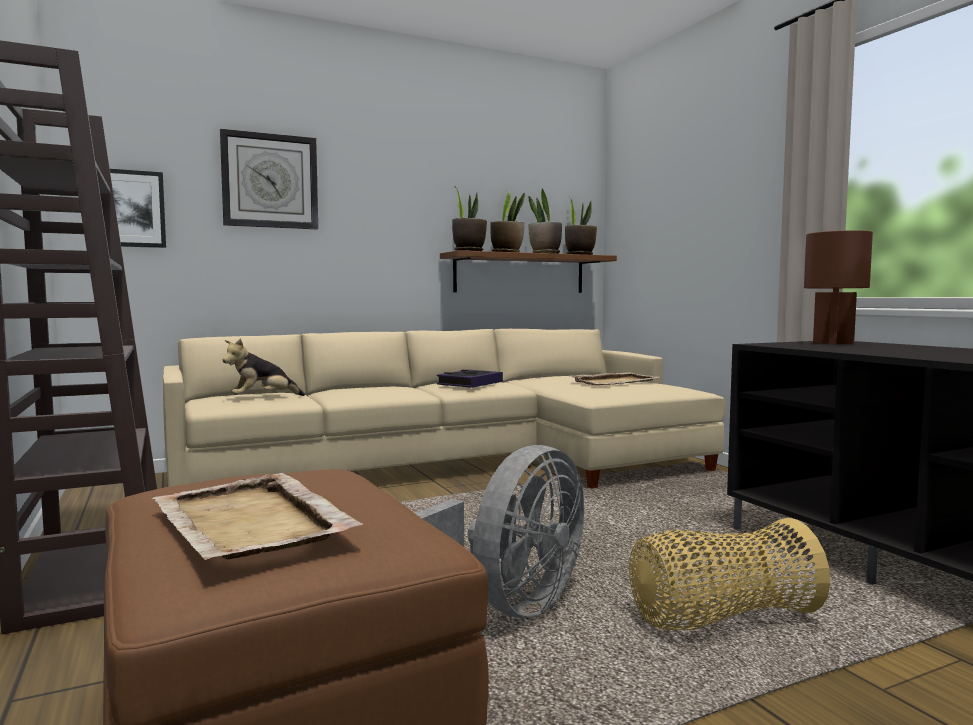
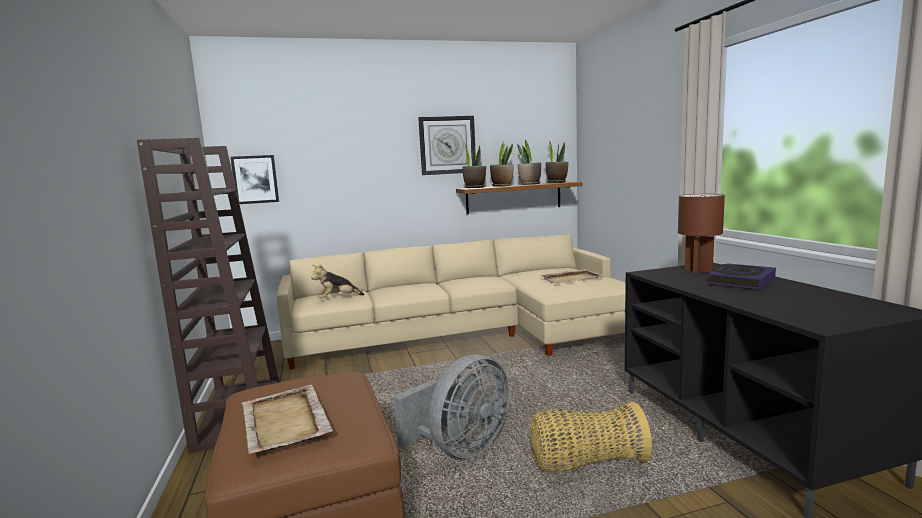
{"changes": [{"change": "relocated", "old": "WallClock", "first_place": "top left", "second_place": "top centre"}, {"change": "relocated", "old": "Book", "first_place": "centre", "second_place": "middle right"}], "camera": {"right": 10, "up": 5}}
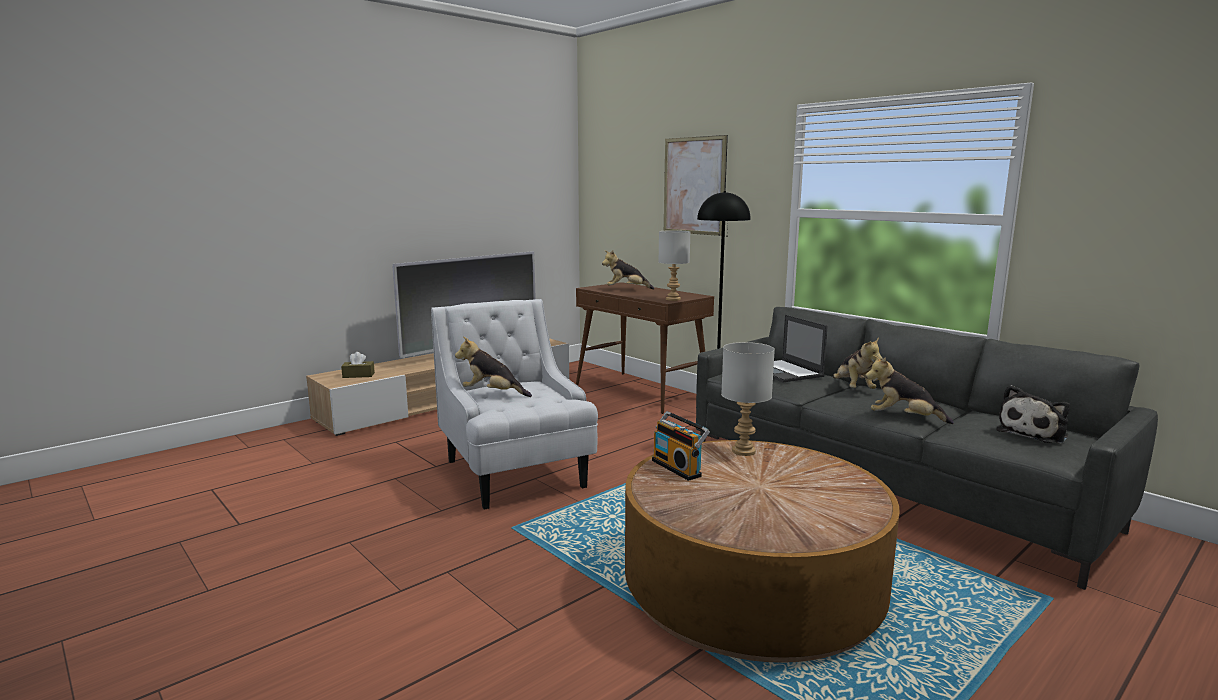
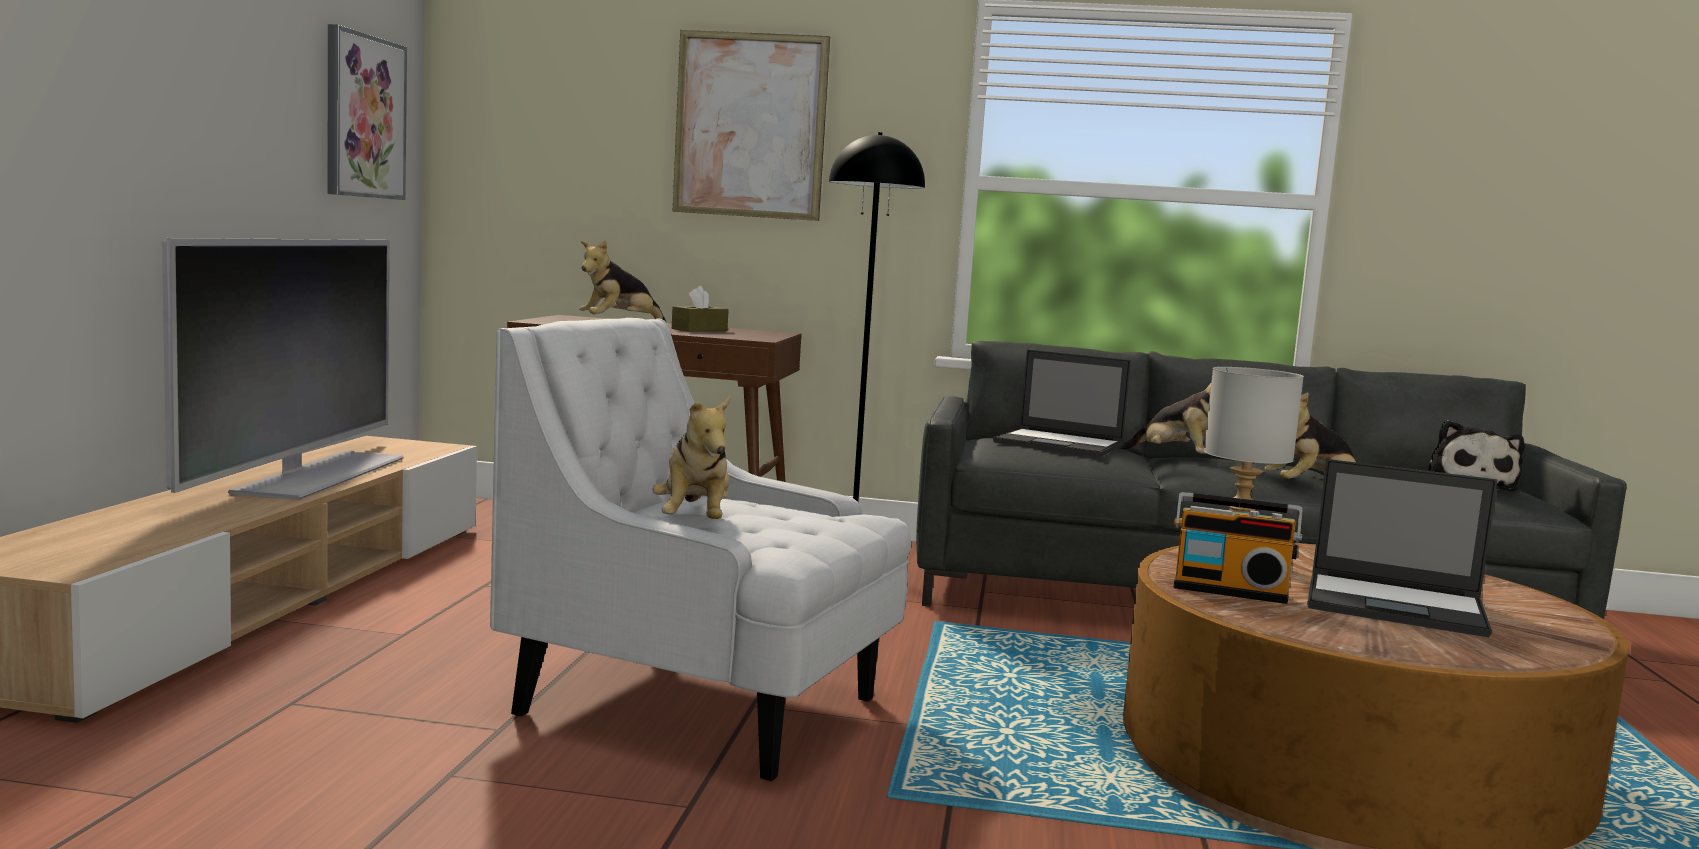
{"changes": [{"change": "missing", "old": "GreyTableLamp (no. 1 from left)", "first_place": "centre"}, {"change": "spun", "old": "PlushToy (no. 1 from left in the first image)", "first_place": "centre", "second_place": "centre", "degrees": -75}, {"change": "relocated", "old": "BrownTissueBox", "first_place": "middle left", "second_place": "centre"}, {"change": "appeared", "new": "Picture (no. 1 from left)", "second_place": "top left"}, {"change": "appeared", "new": "Laptop (no. 2 from left)", "second_place": "middle right"}], "camera": {"right": -40, "up": -5}}
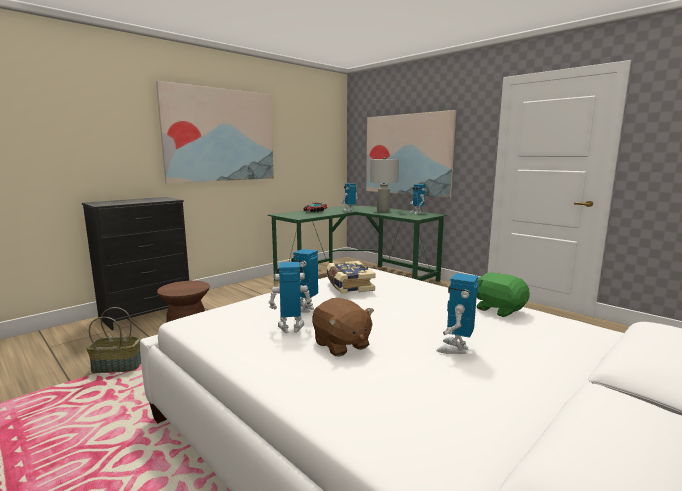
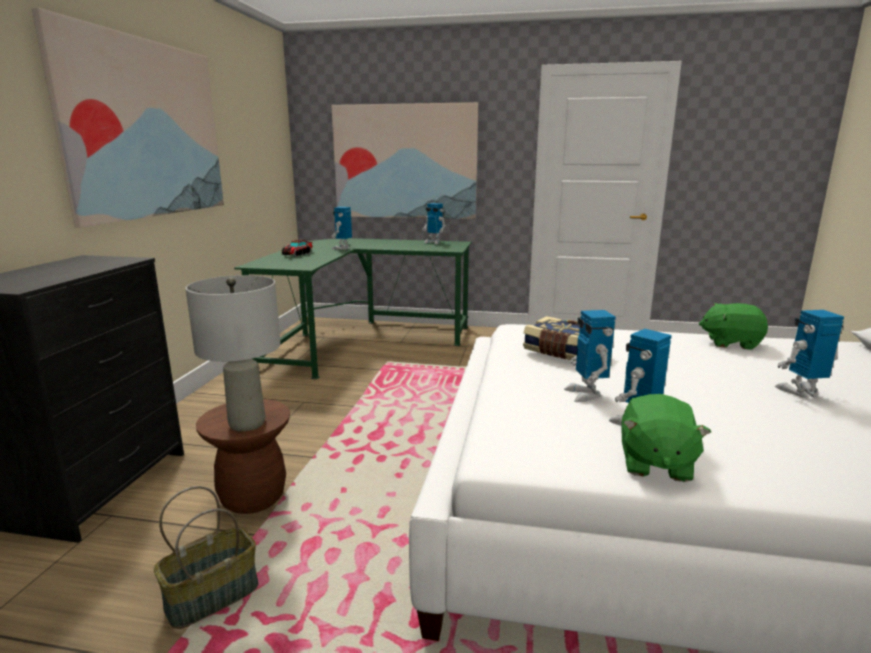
{"changes": [{"change": "relocated", "old": "GreyTableLamp", "first_place": "centre", "second_place": "middle left"}, {"change": "spun", "old": "ToyRobot (no. 5 from left)", "first_place": "middle right", "second_place": "middle right", "degrees": 90}, {"change": "missing", "old": "BrownPlushToy", "first_place": "centre"}, {"change": "appeared", "new": "GreenPlushToy (no. 1 from left)", "second_place": "bottom right"}], "camera": {"right": -35, "up": 5}}
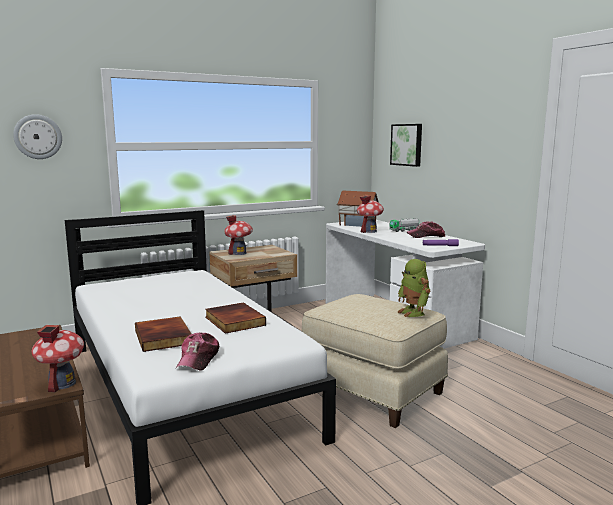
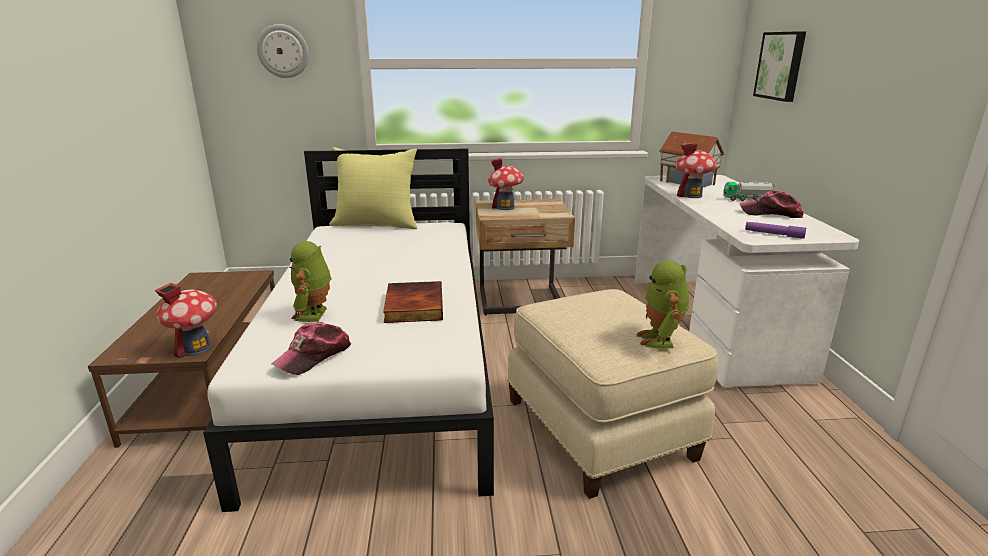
{"changes": [{"change": "exchanged", "old": "Book (no. 1 from left)", "new": "ToyRobot (no. 1 from left)", "first_place": "middle left", "second_place": "middle left"}, {"change": "appeared", "new": "YellowPillow", "second_place": "centre"}], "camera": {"right": 25, "up": 10}}
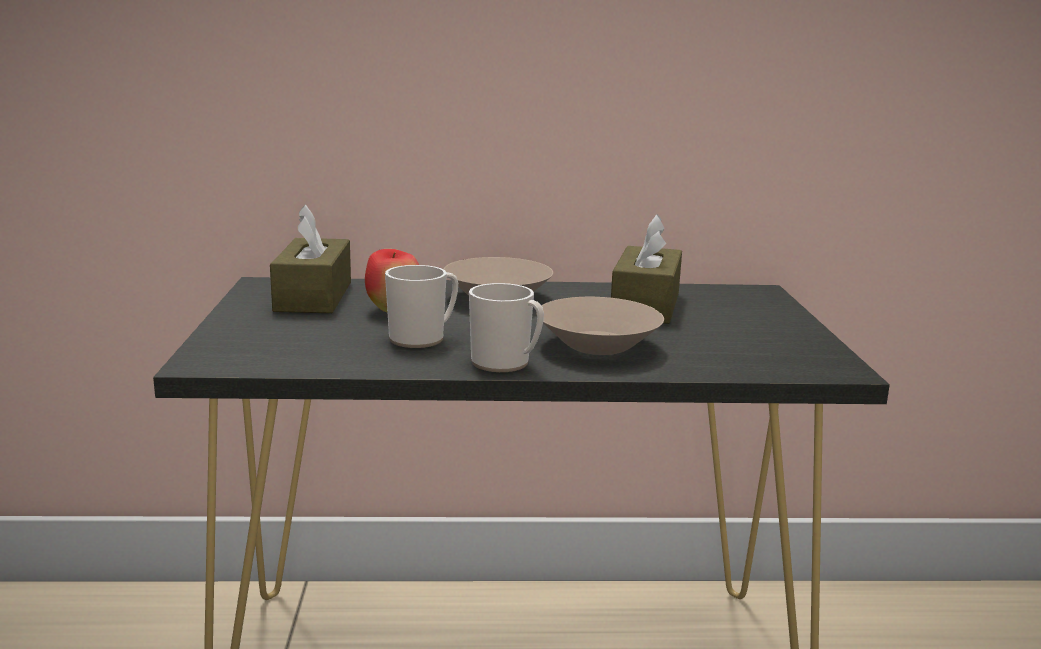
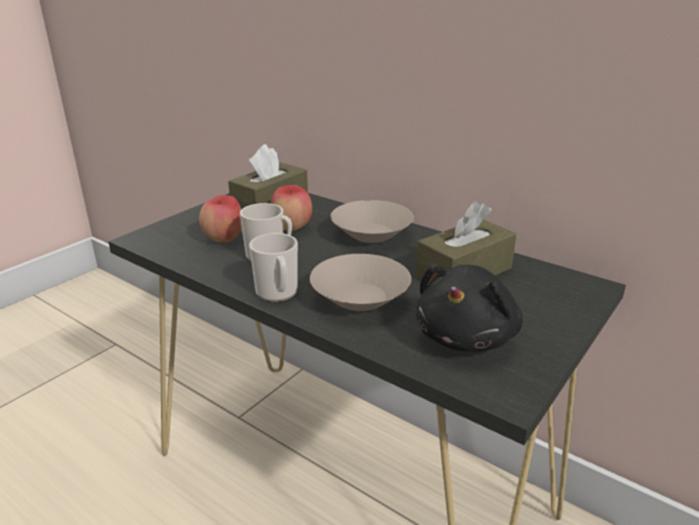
{"changes": [{"change": "appeared", "new": "Apple (no. 1 from left)", "second_place": "middle left"}, {"change": "appeared", "new": "BlackPlushToy", "second_place": "middle right"}], "camera": {"right": 40, "up": 10}}
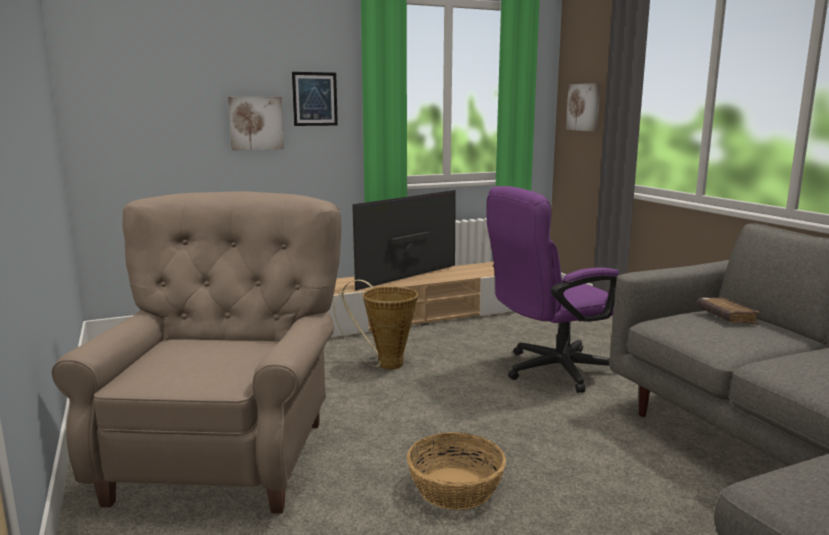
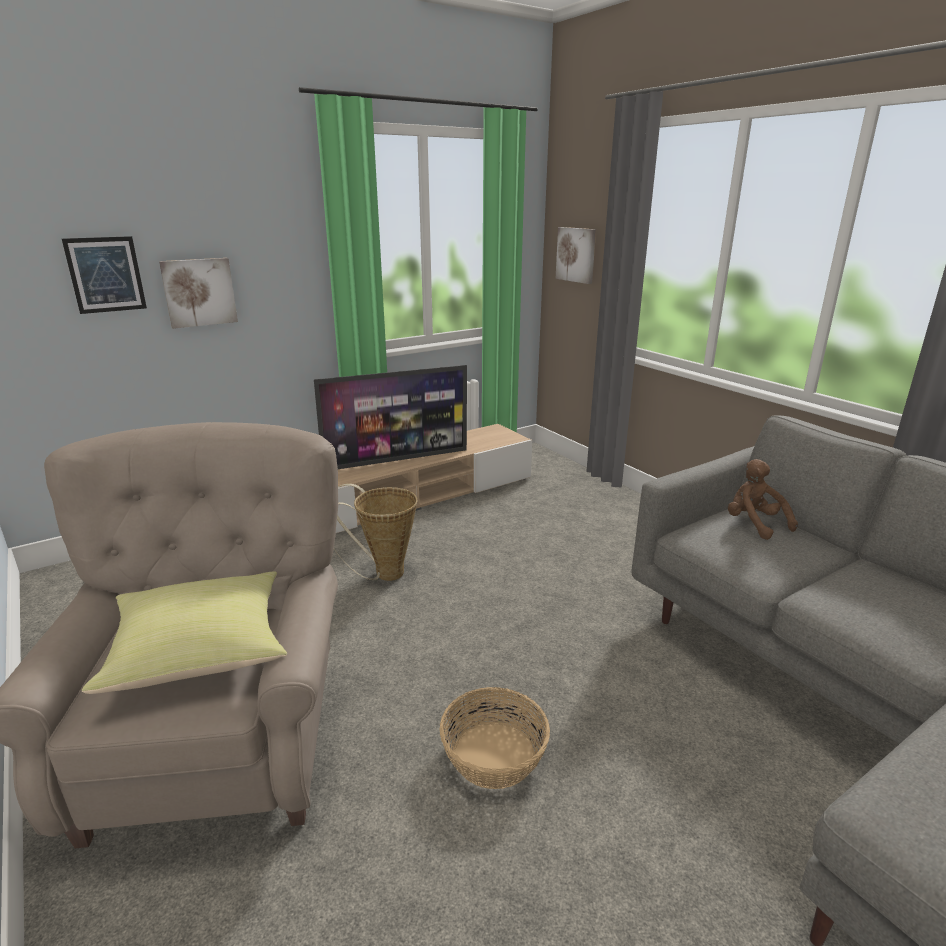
{"changes": [{"change": "relocated", "old": "Picture (no. 2 from left in the first image)", "new": "Picture (no. 1 from left)", "first_place": "top centre", "second_place": "top left"}, {"change": "missing", "old": "PurpleOfficeChair", "first_place": "middle right"}, {"change": "spun", "old": "Television", "first_place": "centre", "second_place": "centre", "degrees": -150}, {"change": "exchanged", "old": "BrownBook", "new": "BrownPlushToy", "first_place": "middle right", "second_place": "middle right"}, {"change": "appeared", "new": "YellowPillow", "second_place": "bottom left"}], "camera": {"right": -10, "up": 10}}
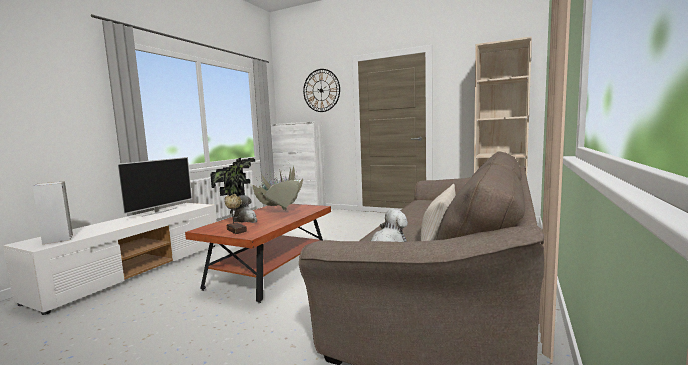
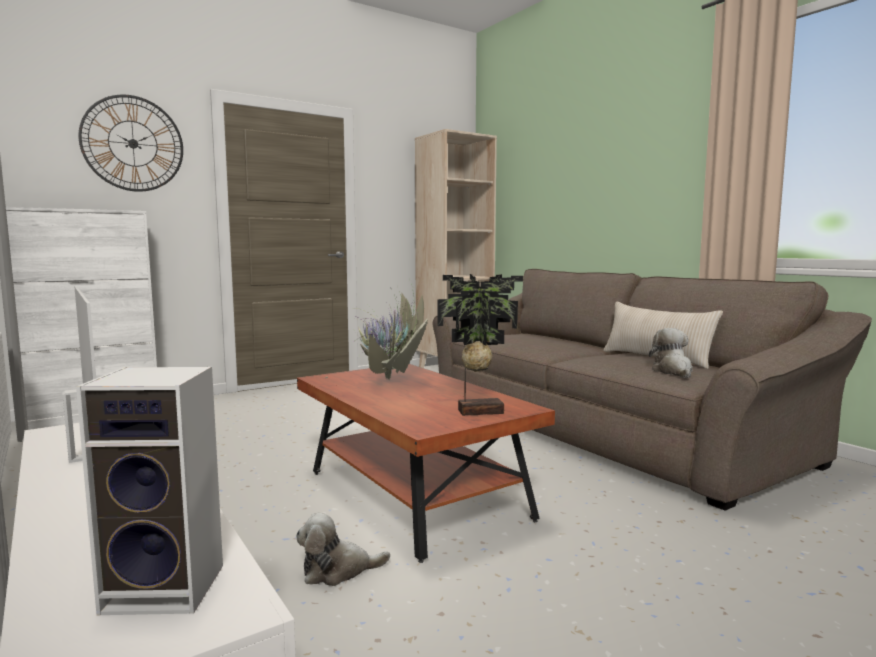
{"changes": [{"change": "relocated", "old": "PlushToy (no. 1 from left)", "first_place": "centre", "second_place": "bottom centre"}], "camera": {"right": -60, "up": 0}}
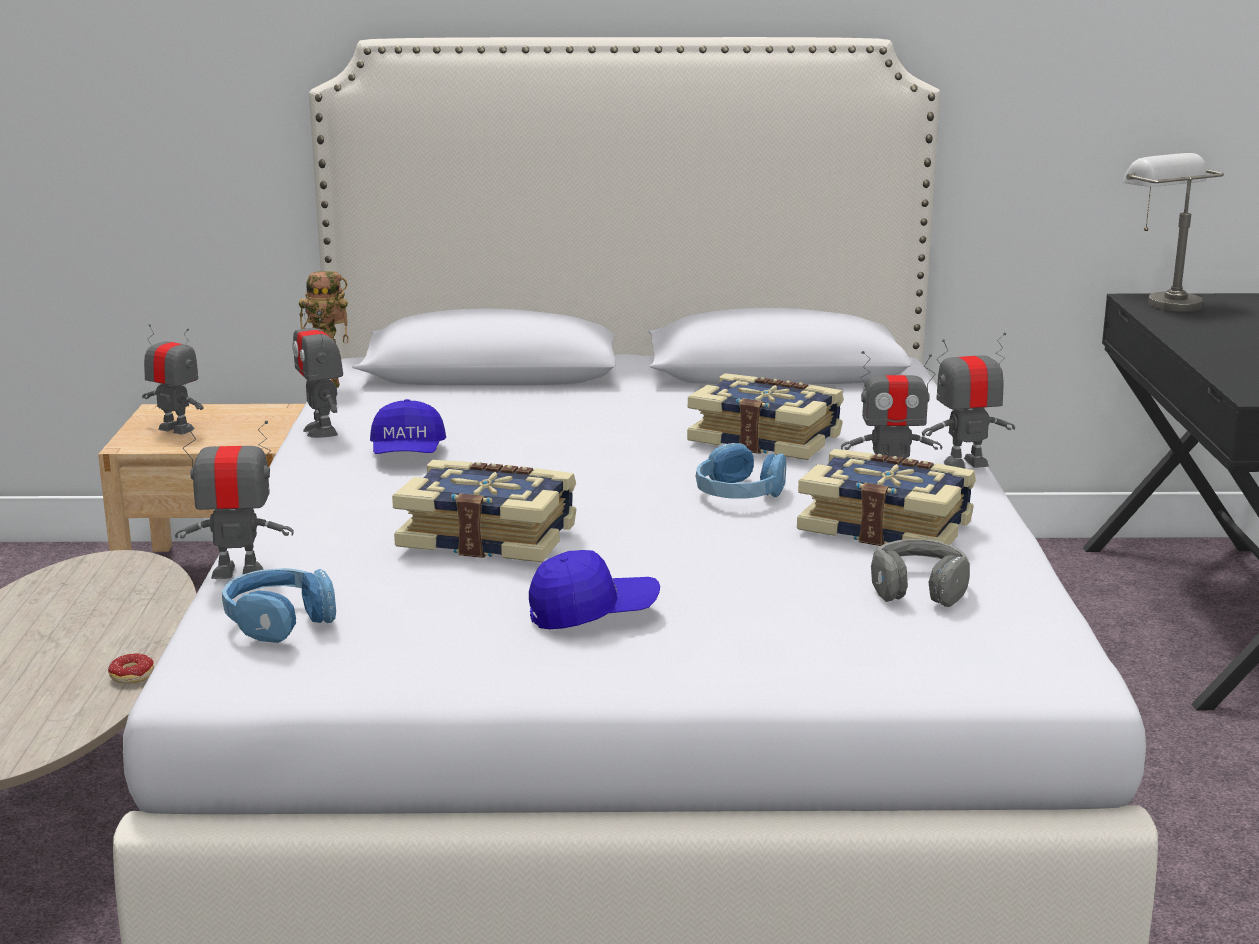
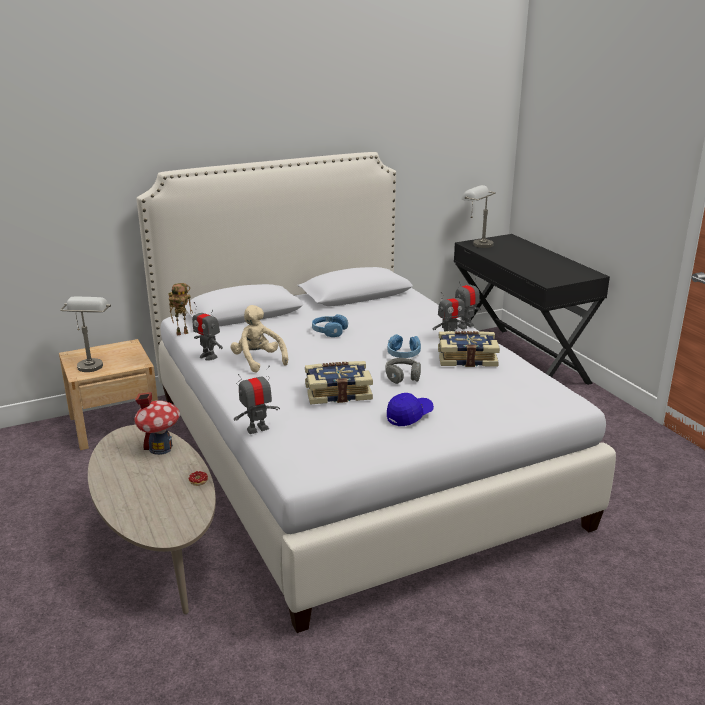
{"changes": [{"change": "exchanged", "old": "ToyRobot (no. 1 from left)", "new": "GreyTableLamp (no. 1 from left)", "first_place": "middle left", "second_place": "middle left"}, {"change": "missing", "old": "Book (no. 2 from left)", "first_place": "centre"}, {"change": "exchanged", "old": "BlueCap (no. 1 from left)", "new": "BeigePlushToy", "first_place": "middle left", "second_place": "centre"}, {"change": "relocated", "old": "GreyHeadphones", "first_place": "middle right", "second_place": "centre"}, {"change": "relocated", "old": "BlueHeadphones (no. 1 from left)", "first_place": "middle left", "second_place": "centre"}, {"change": "appeared", "new": "ToyHouse", "second_place": "middle left"}], "camera": {"right": -25, "up": 5}}
